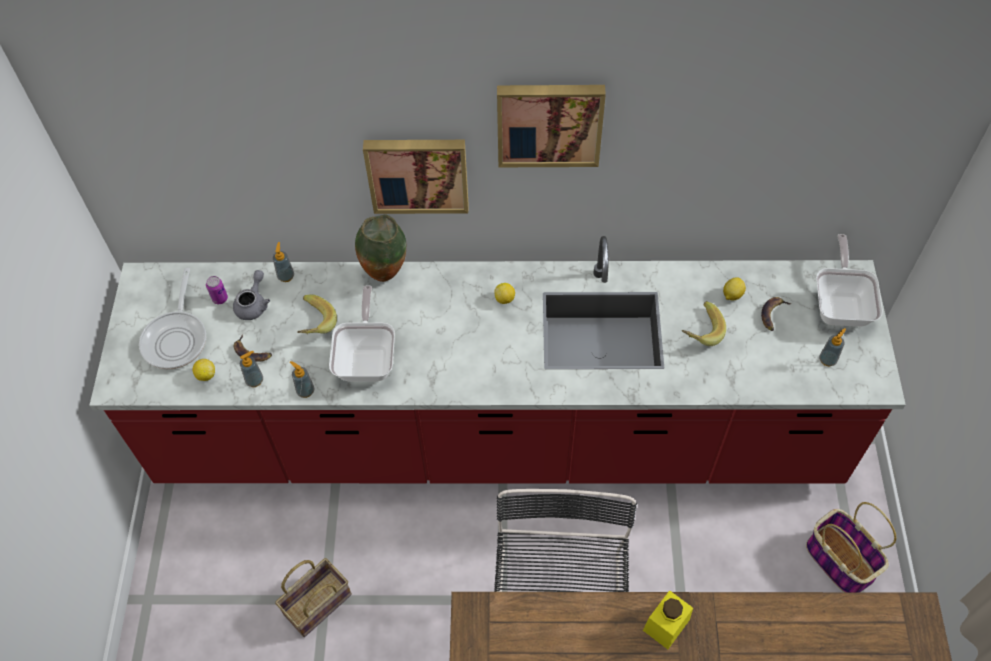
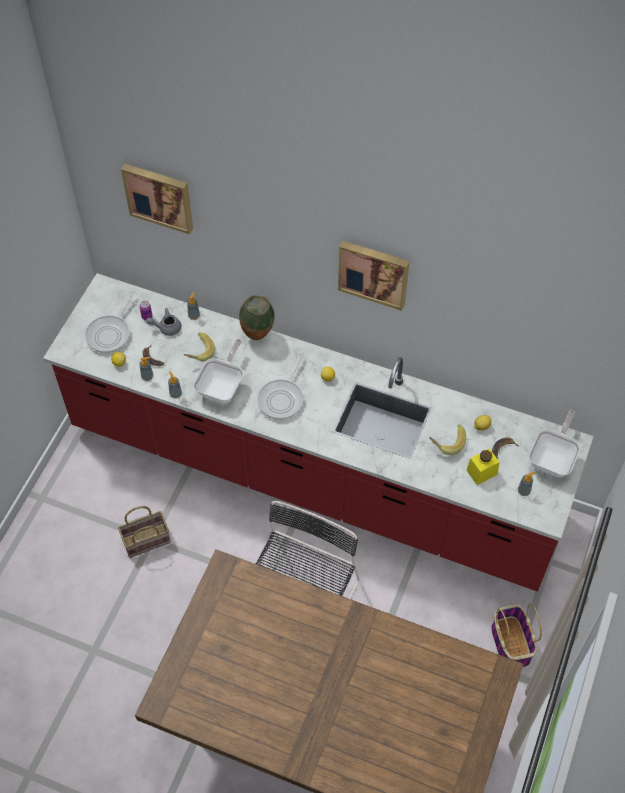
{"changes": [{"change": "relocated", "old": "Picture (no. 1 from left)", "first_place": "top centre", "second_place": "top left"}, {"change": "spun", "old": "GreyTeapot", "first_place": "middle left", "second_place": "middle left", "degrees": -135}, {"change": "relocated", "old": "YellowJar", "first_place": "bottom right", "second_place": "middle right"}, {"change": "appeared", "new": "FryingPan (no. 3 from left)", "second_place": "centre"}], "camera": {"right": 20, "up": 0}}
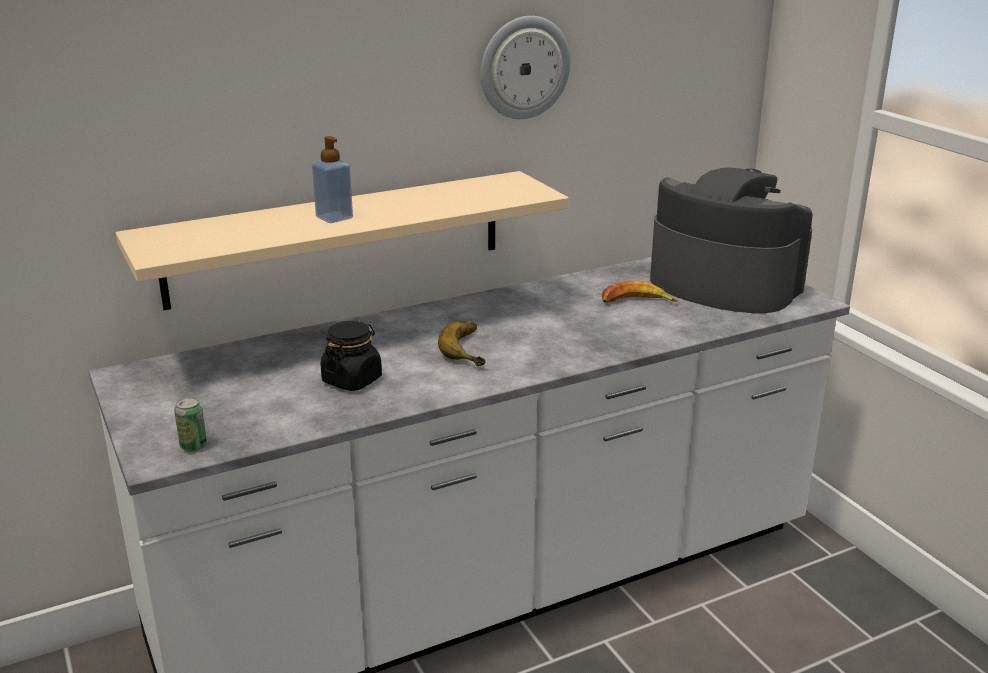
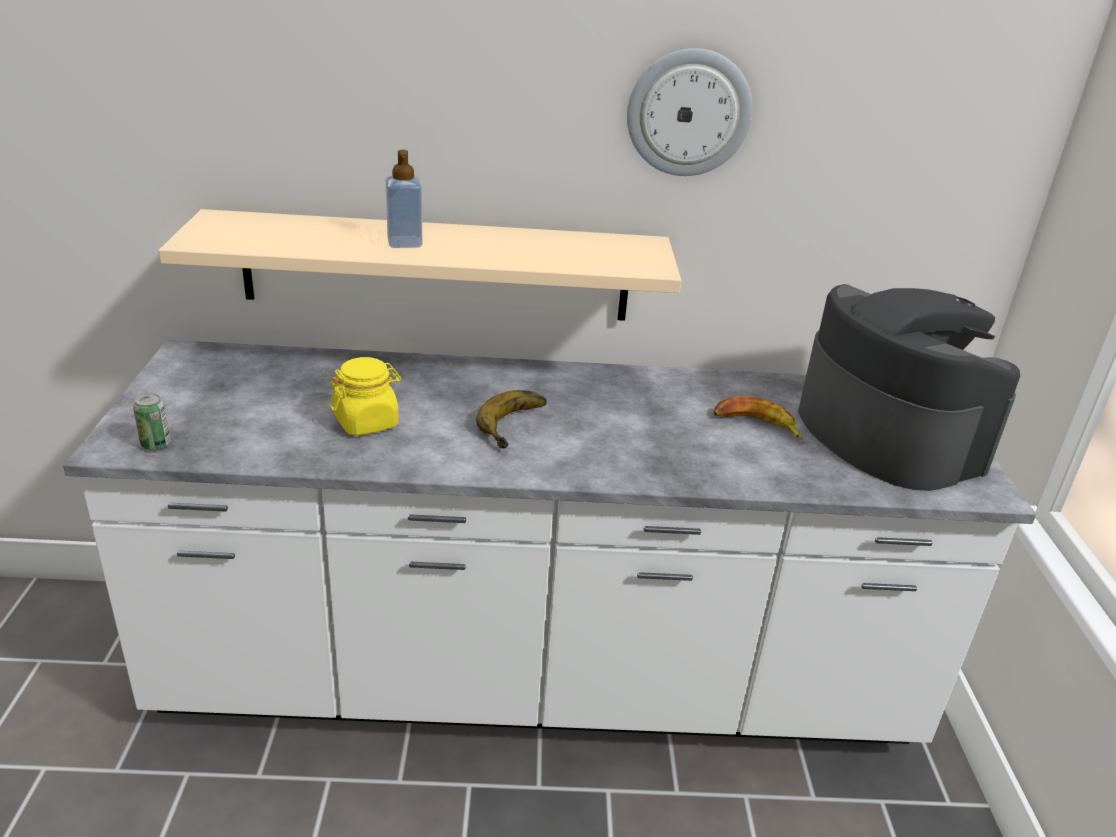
{"changes": [{"change": "colour", "old": "BlackJar", "new": "YellowJar", "first_place": "centre", "second_place": "middle left"}], "camera": {"right": 25, "up": 5}}
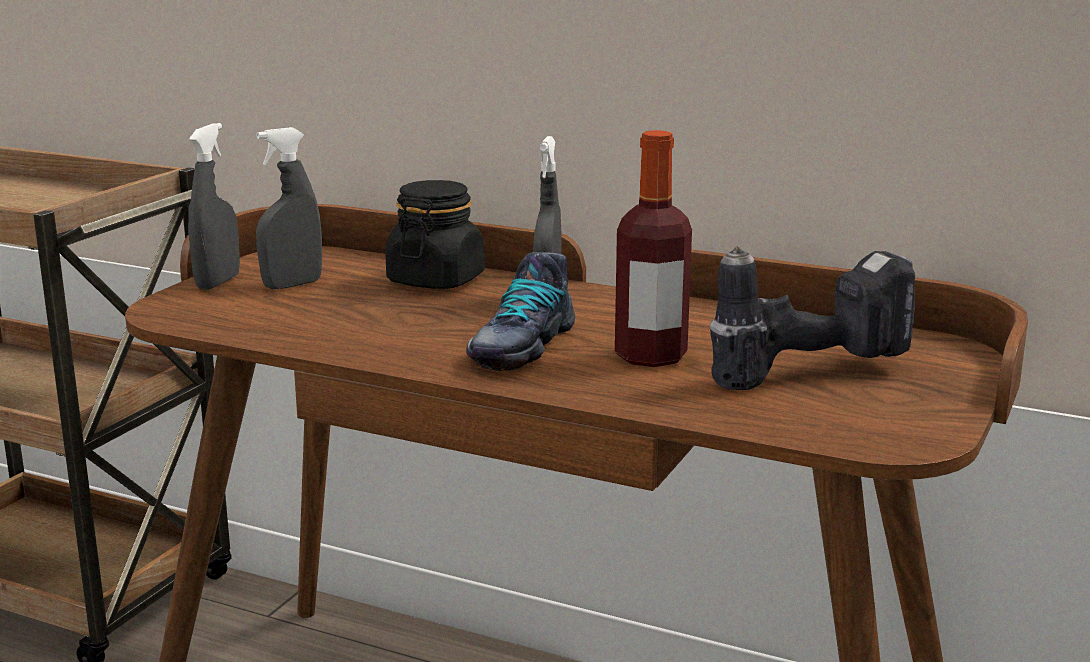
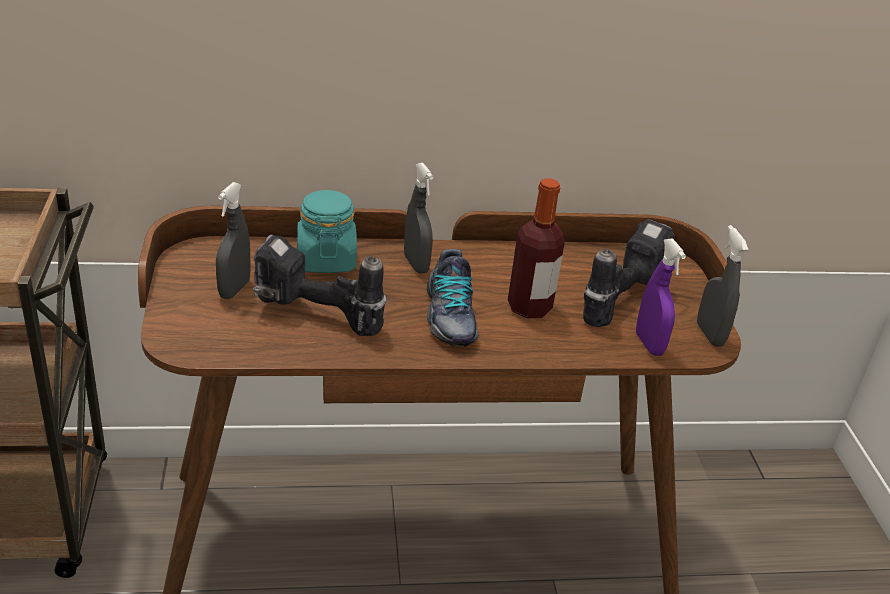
{"changes": [{"change": "relocated", "old": "GreySprayBottle (no. 1 from left in the first image)", "new": "GreySprayBottle (no. 3 from left)", "first_place": "top left", "second_place": "middle right"}, {"change": "colour", "old": "BlackJar", "new": "TurquoiseJar", "first_place": "centre", "second_place": "centre"}, {"change": "appeared", "new": "PowerDrill (no. 1 from left)", "second_place": "centre"}, {"change": "appeared", "new": "PurpleSprayBottle", "second_place": "middle right"}], "camera": {"right": -35, "up": 15}}
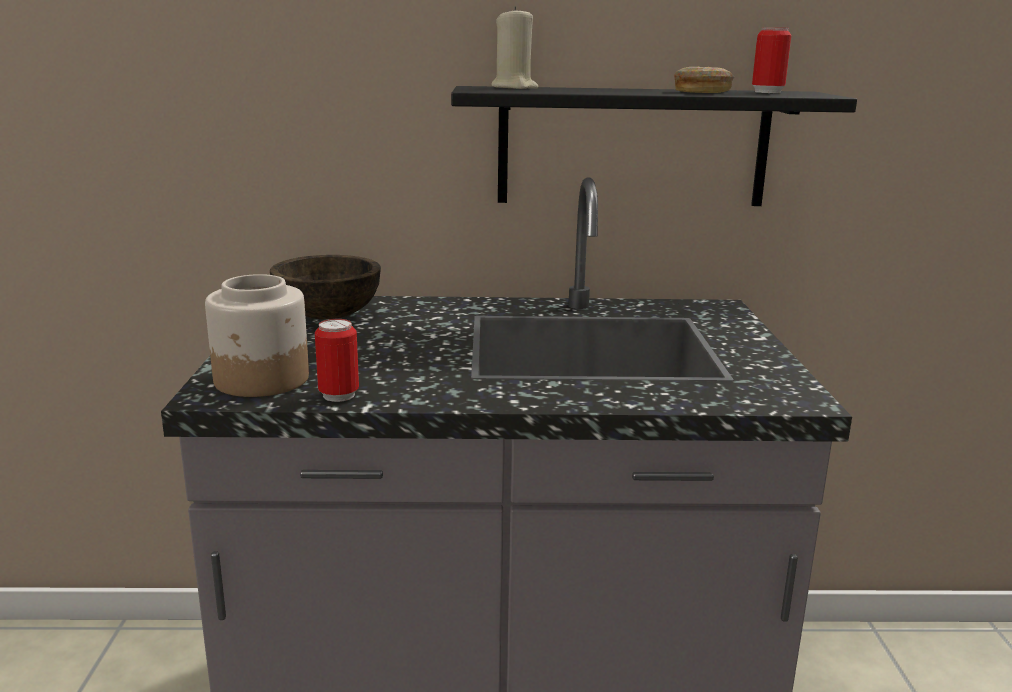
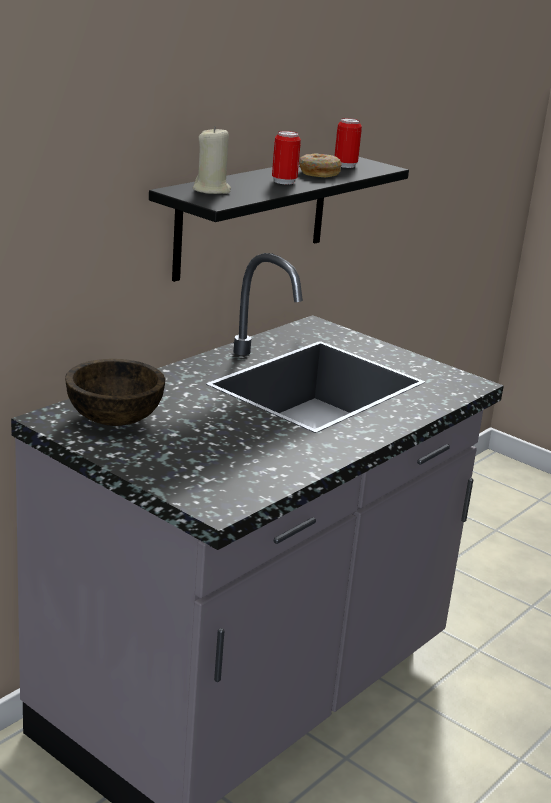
{"changes": [{"change": "missing", "old": "Jar", "first_place": "middle left"}, {"change": "relocated", "old": "Can (no. 1 from left)", "first_place": "middle left", "second_place": "top centre"}], "camera": {"right": -50, "up": 5}}
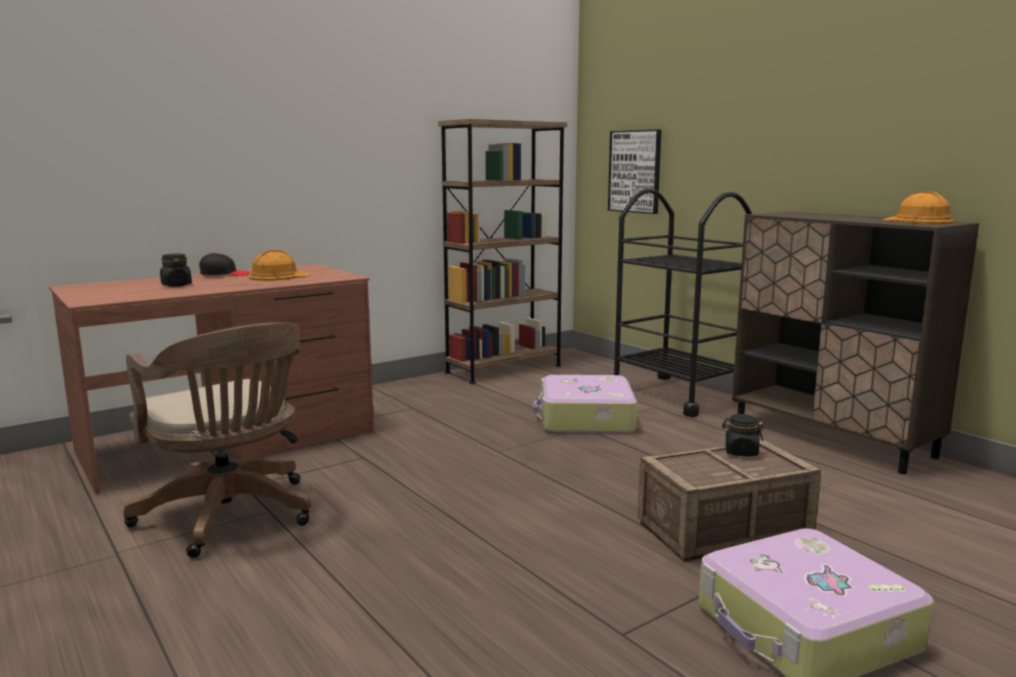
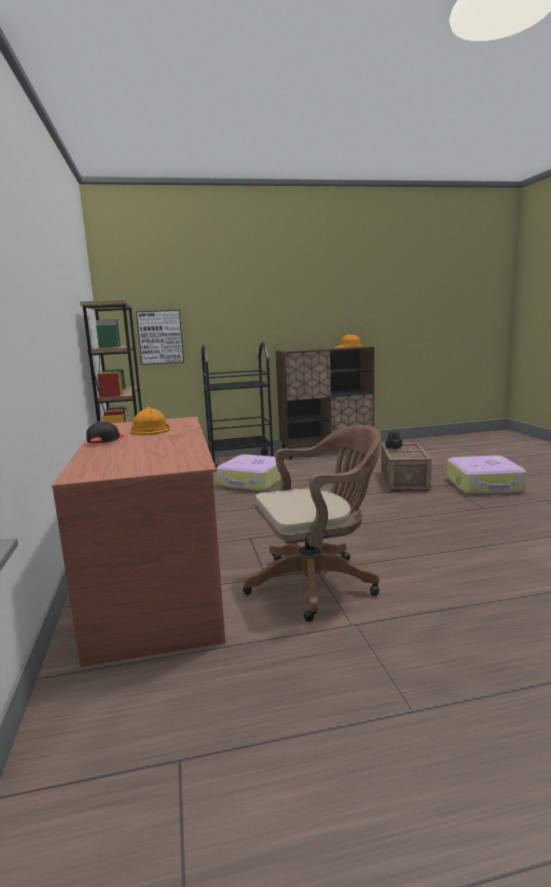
{"changes": [{"change": "missing", "old": "BlackJar (no. 1 from left)", "first_place": "middle left"}], "camera": {"right": -65, "up": 0}}
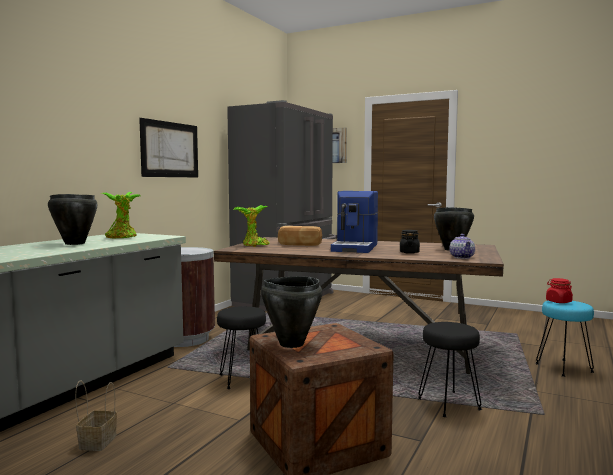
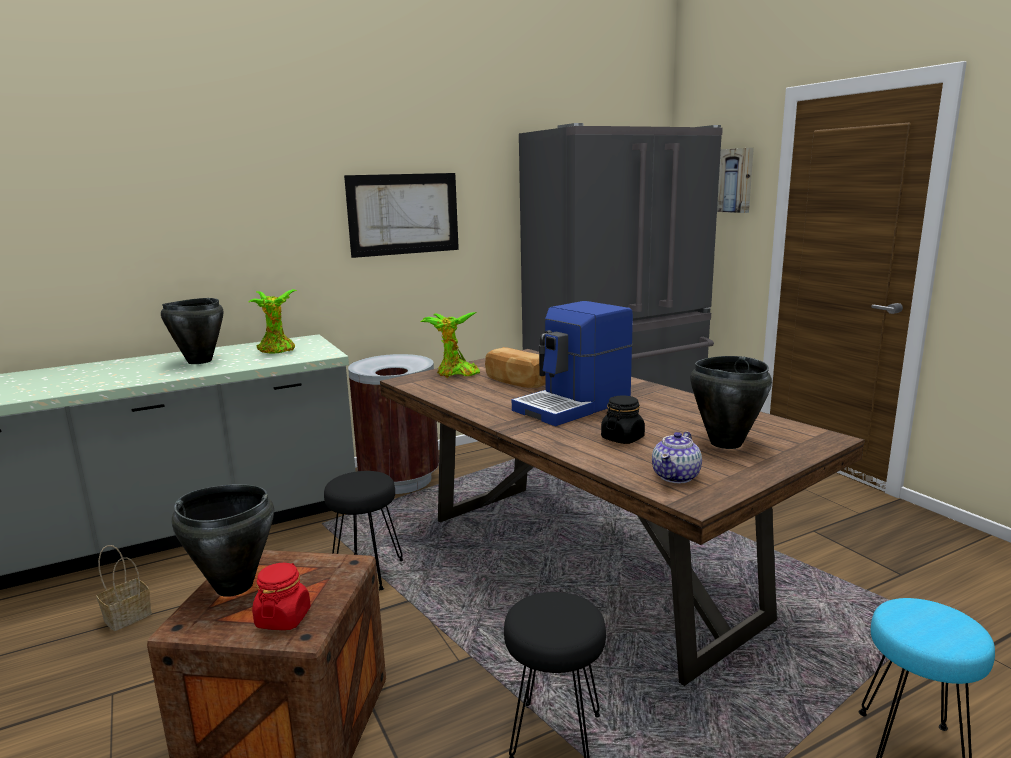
{"changes": [{"change": "relocated", "old": "RedJar", "first_place": "middle right", "second_place": "bottom left"}], "camera": {"right": 35, "up": 10}}
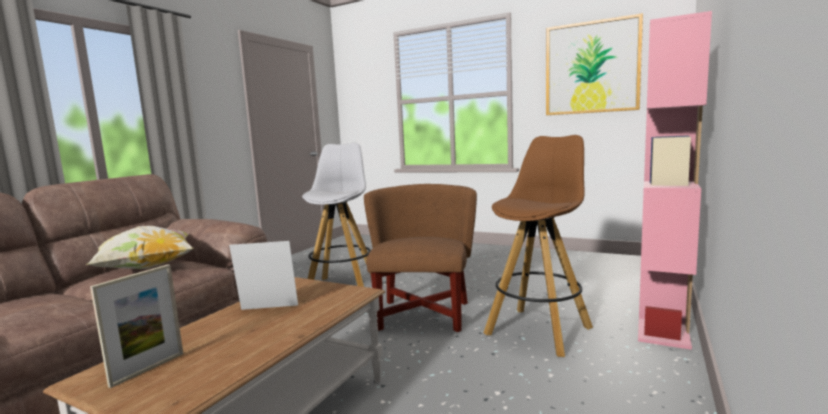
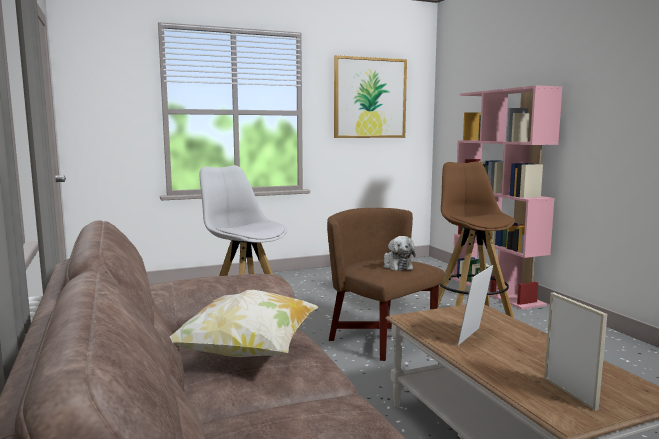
{"changes": [{"change": "appeared", "new": "PlushToy", "second_place": "centre"}], "camera": {"right": -50, "up": 0}}
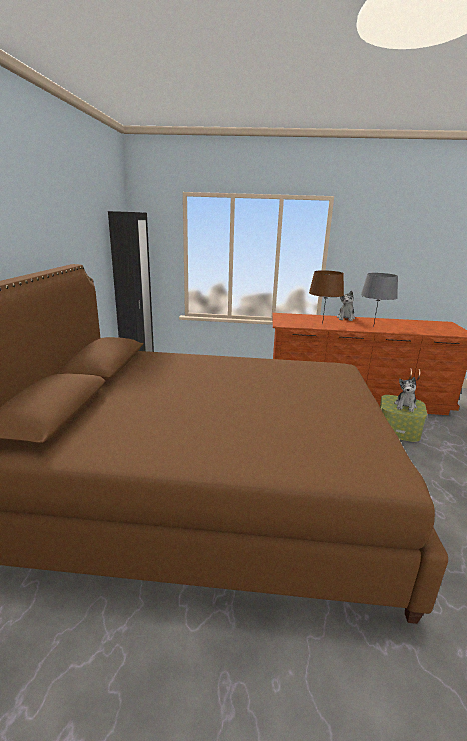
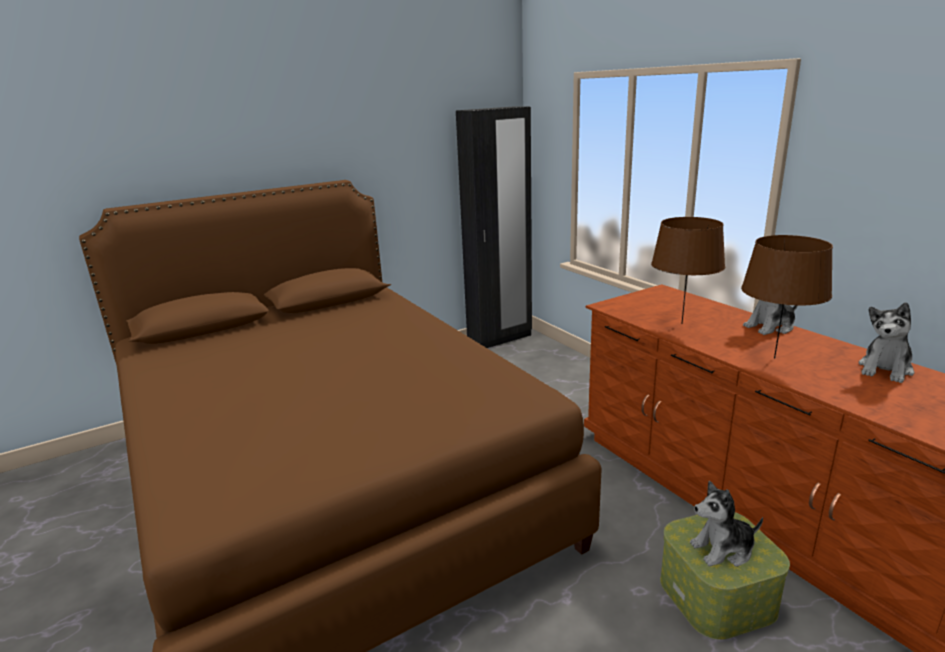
{"changes": [{"change": "colour", "old": "GreyTableLamp", "new": "BrownTableLamp (no. 2 from left)", "first_place": "middle right", "second_place": "middle right"}, {"change": "appeared", "new": "PlushToy (no. 3 from left)", "second_place": "middle right"}], "camera": {"right": 55, "up": 0}}
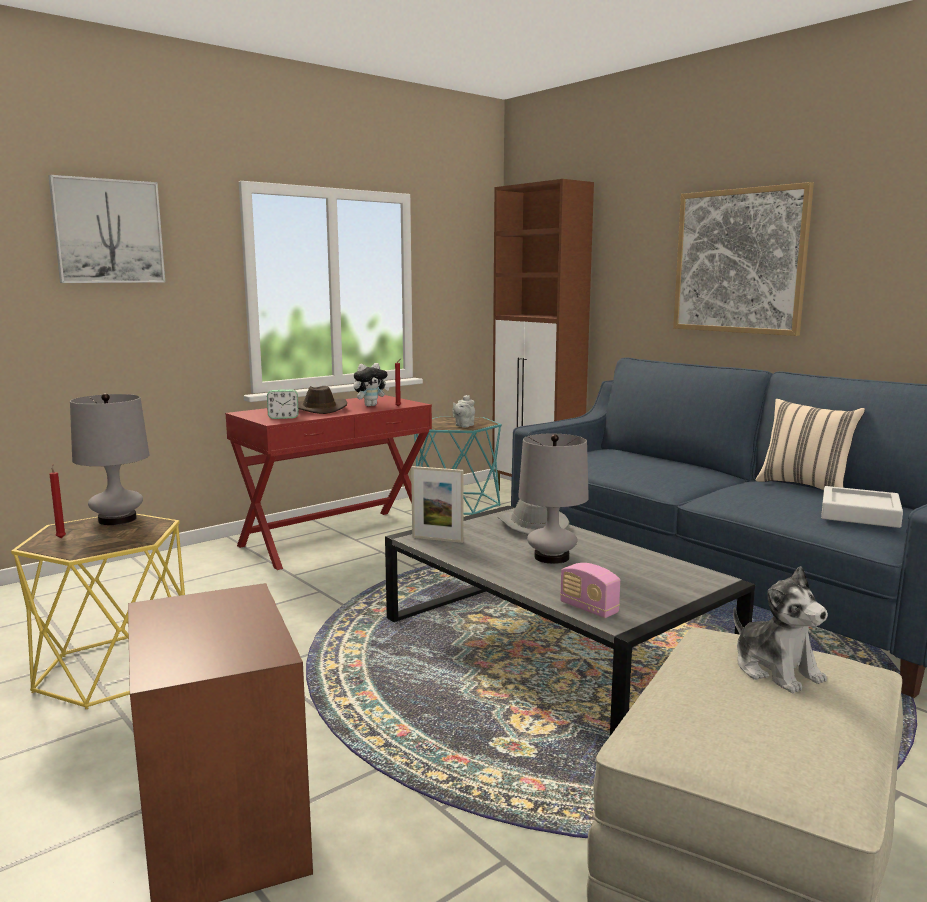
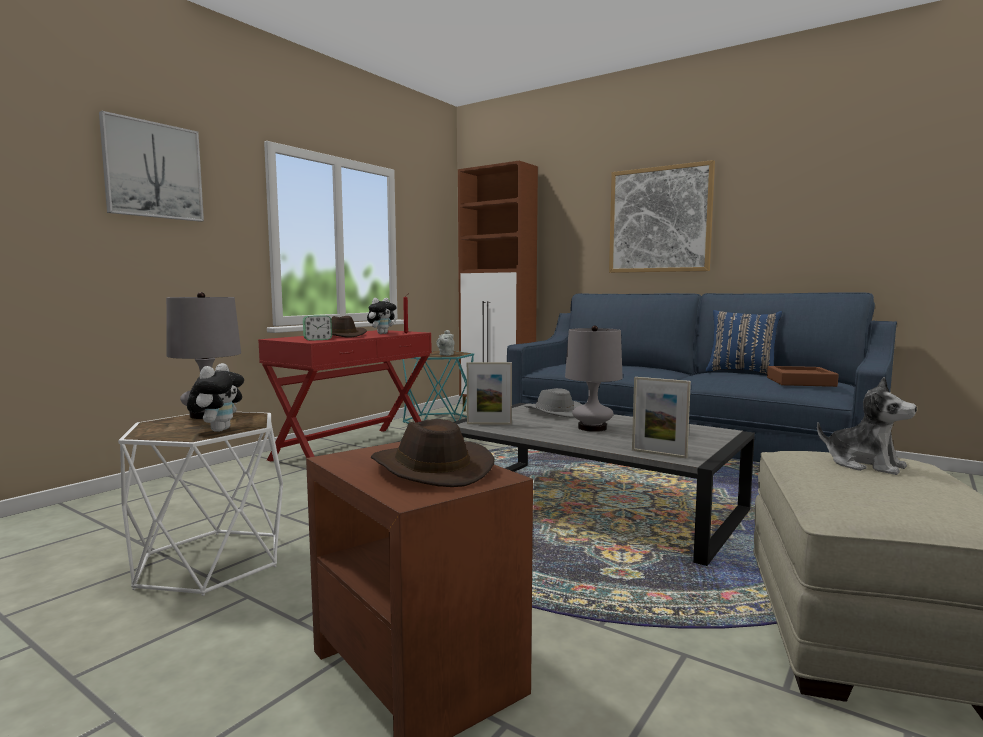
{"changes": [{"change": "colour", "old": "BeigePillow", "new": "BluePillow", "first_place": "middle right", "second_place": "middle right"}, {"change": "missing", "old": "RedCandle (no. 1 from left)", "first_place": "middle left"}, {"change": "colour", "old": "GreyTray", "new": "BrownTray", "first_place": "middle right", "second_place": "middle right"}, {"change": "colour", "old": "YellowSideTable", "new": "WhiteSideTable", "first_place": "bottom left", "second_place": "bottom left"}, {"change": "exchanged", "old": "Radio", "new": "PictureFrame (no. 2 from left)", "first_place": "centre", "second_place": "middle right"}, {"change": "appeared", "new": "PlushToy (no. 1 from left)", "second_place": "middle left"}, {"change": "appeared", "new": "BrownHat (no. 2 from left)", "second_place": "centre"}], "camera": {"right": -15, "up": -5}}
